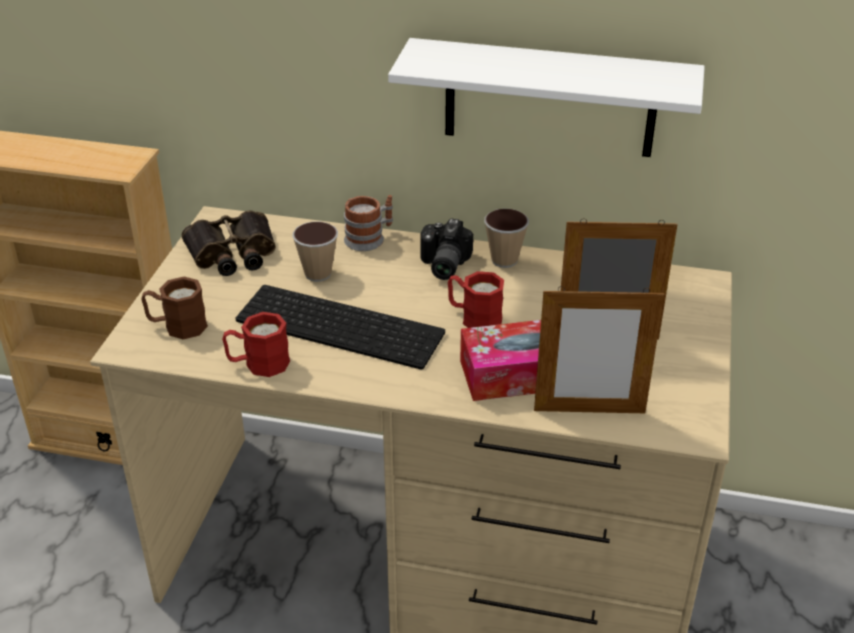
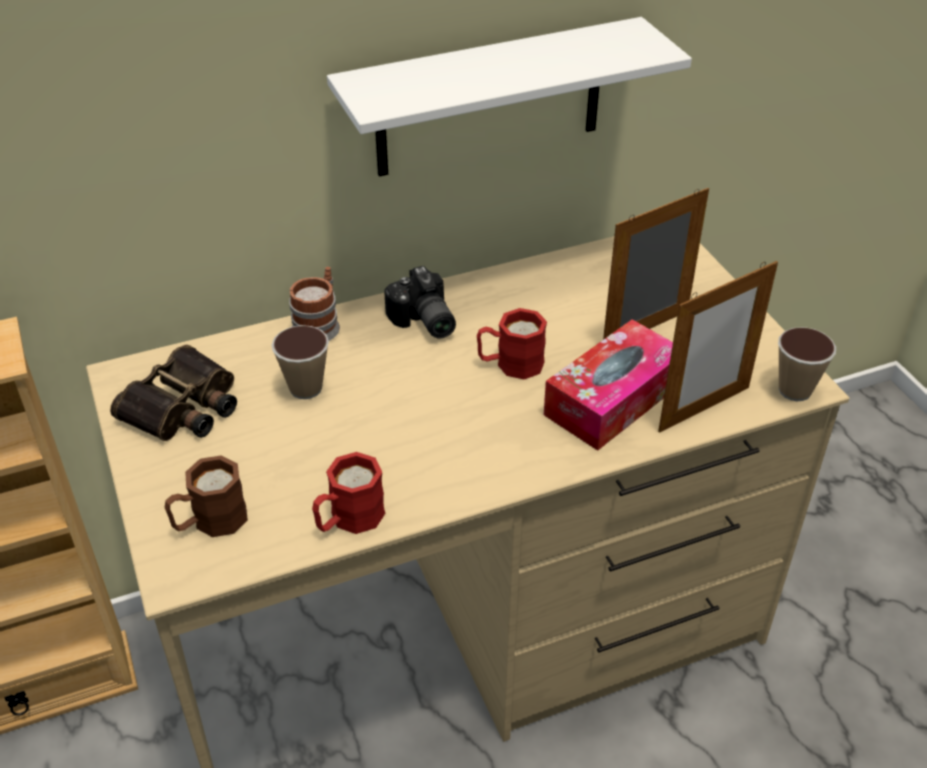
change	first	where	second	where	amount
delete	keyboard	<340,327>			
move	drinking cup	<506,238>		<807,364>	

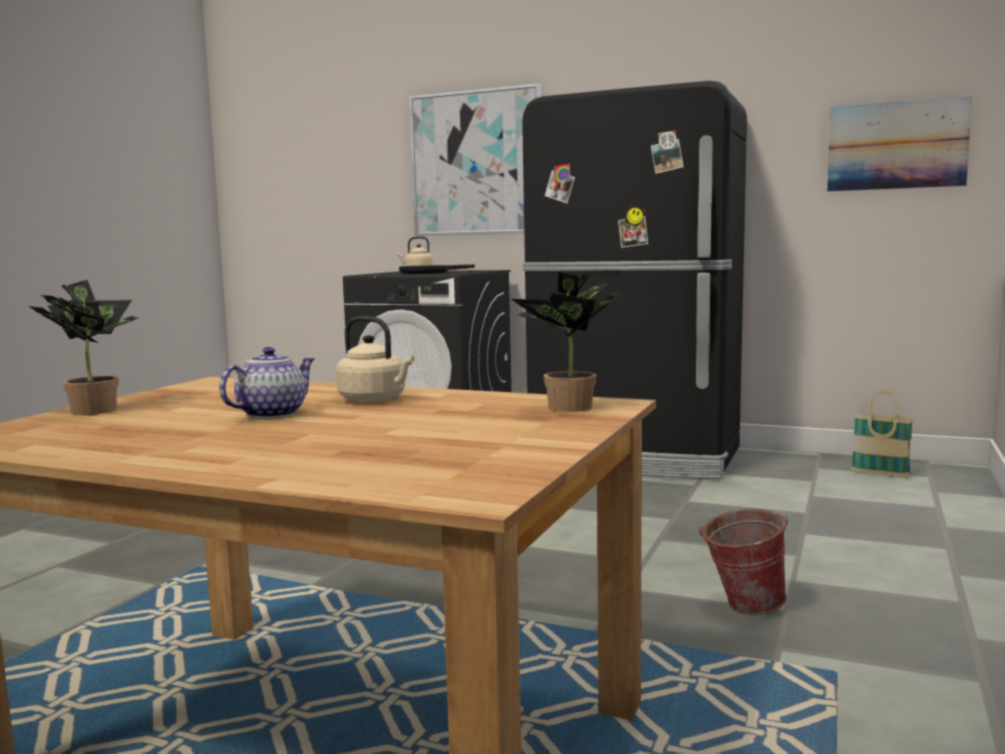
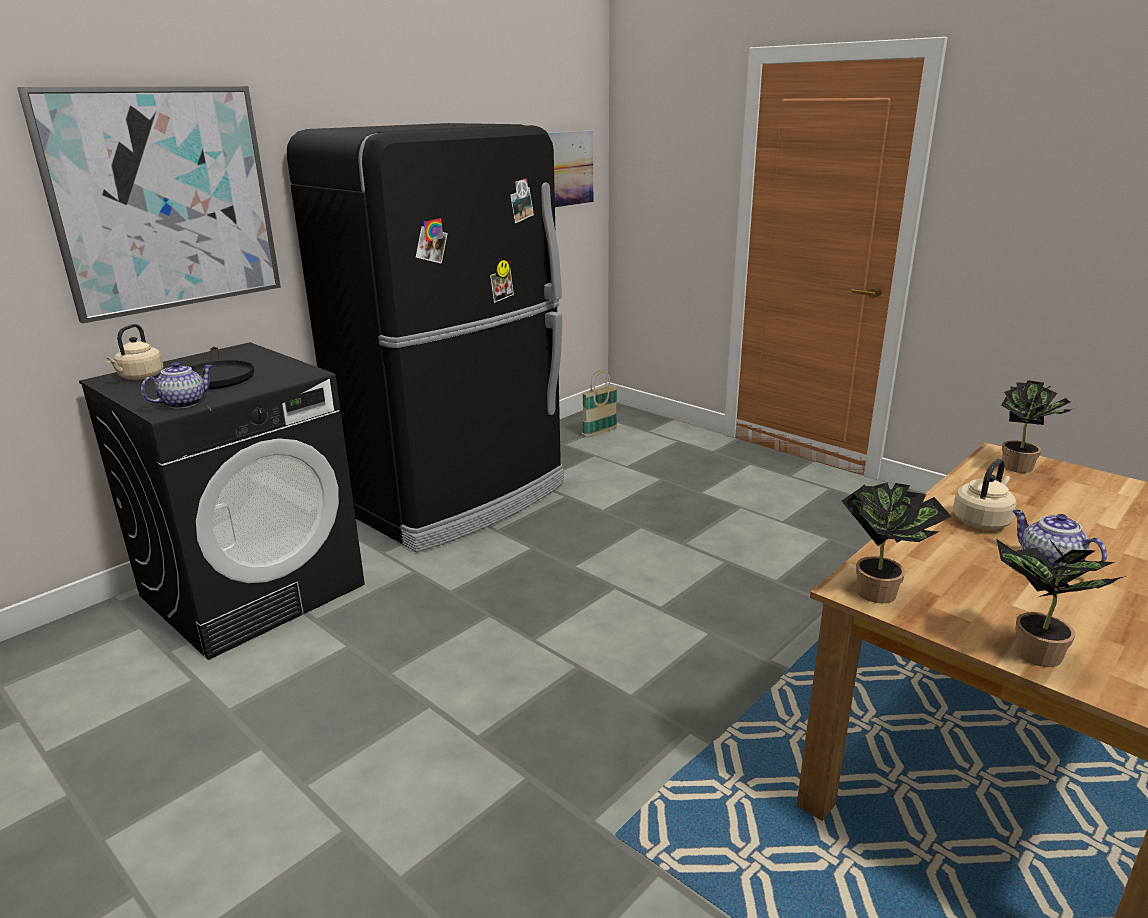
change	first	where	second	where	amount
delete	pail	<743,562>			
insert			teapot	<177,385>	
insert			houseplant	<896,542>	

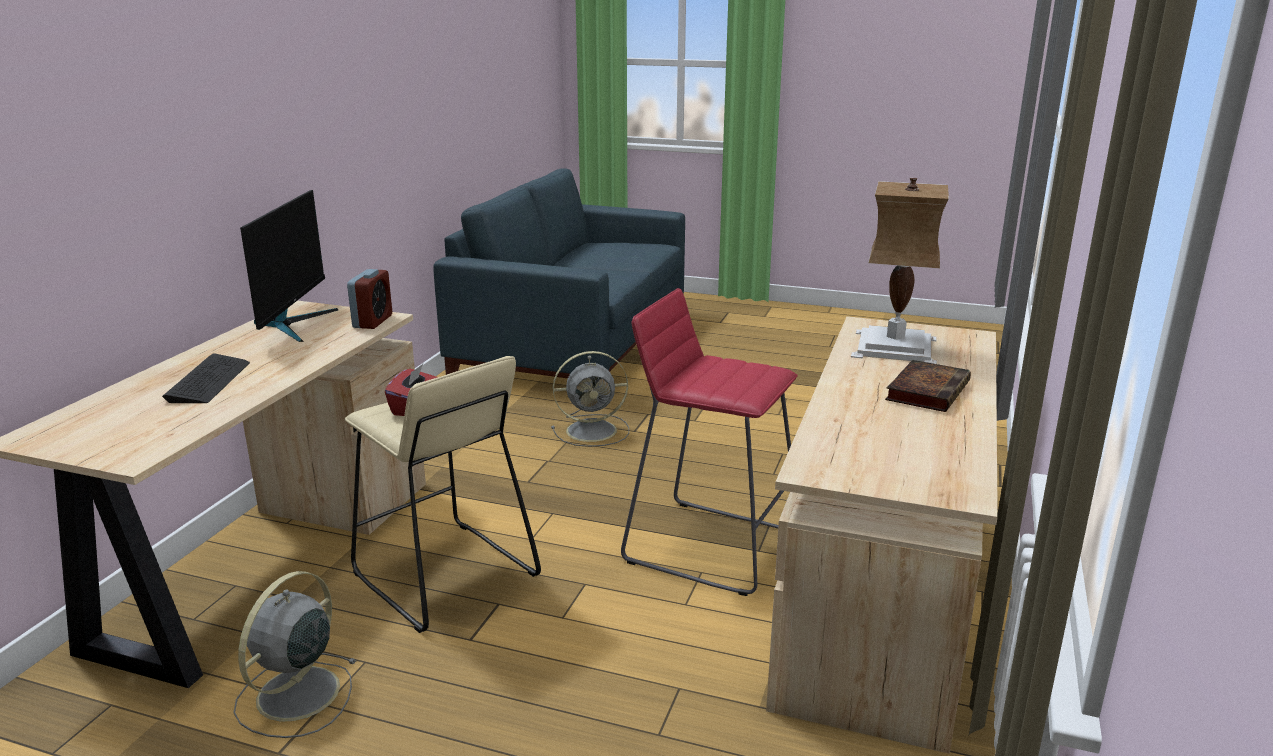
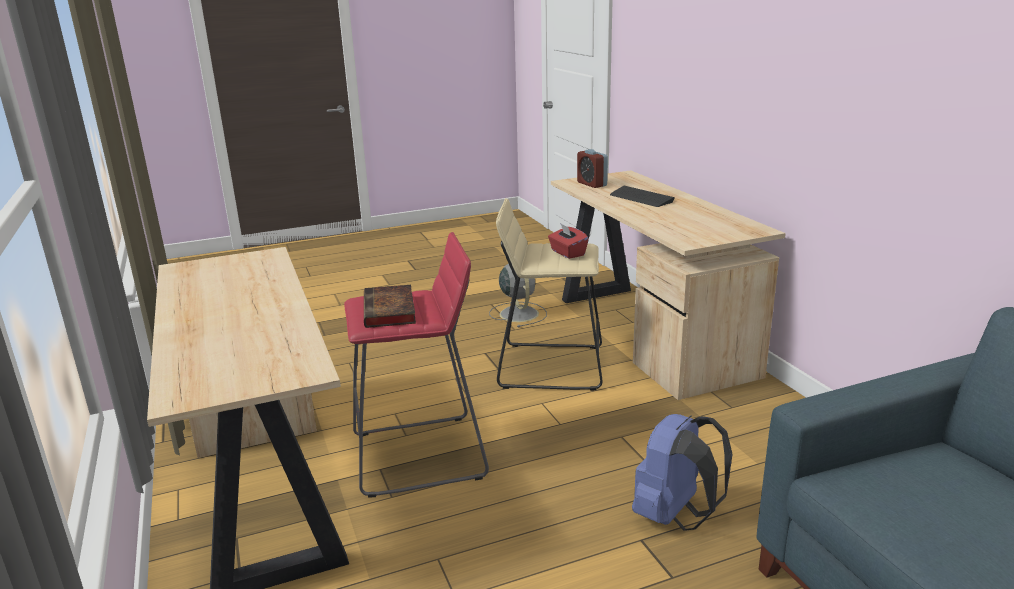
change	first	where	second	where	amount
delete	computer screen	<289,266>			
delete	table lamp	<900,271>			
move	table clock	<369,299>		<592,168>	
move	bound book	<928,386>		<390,306>	
replace	greyish fan	<590,399>	blue rucksack	<682,472>	

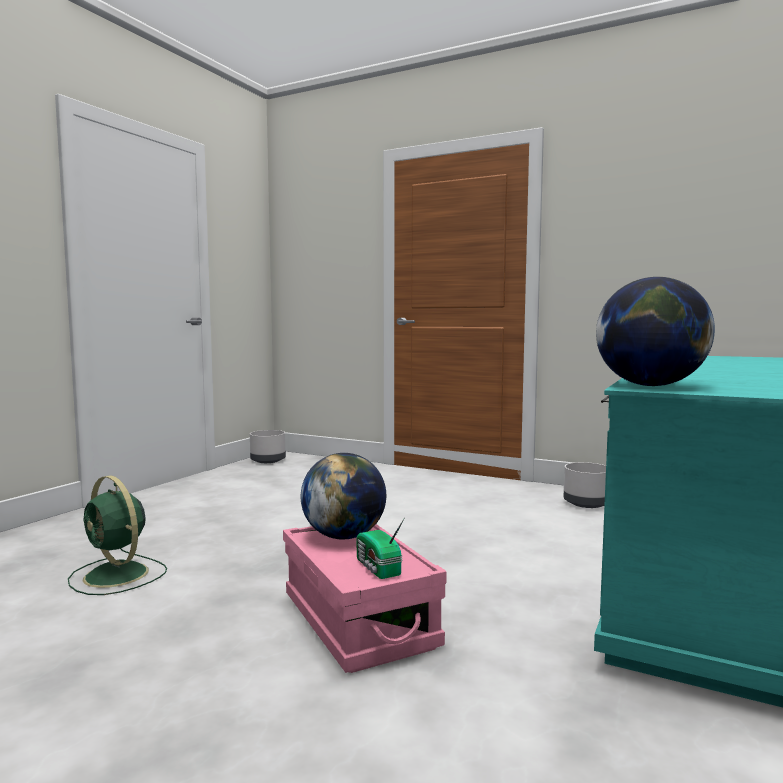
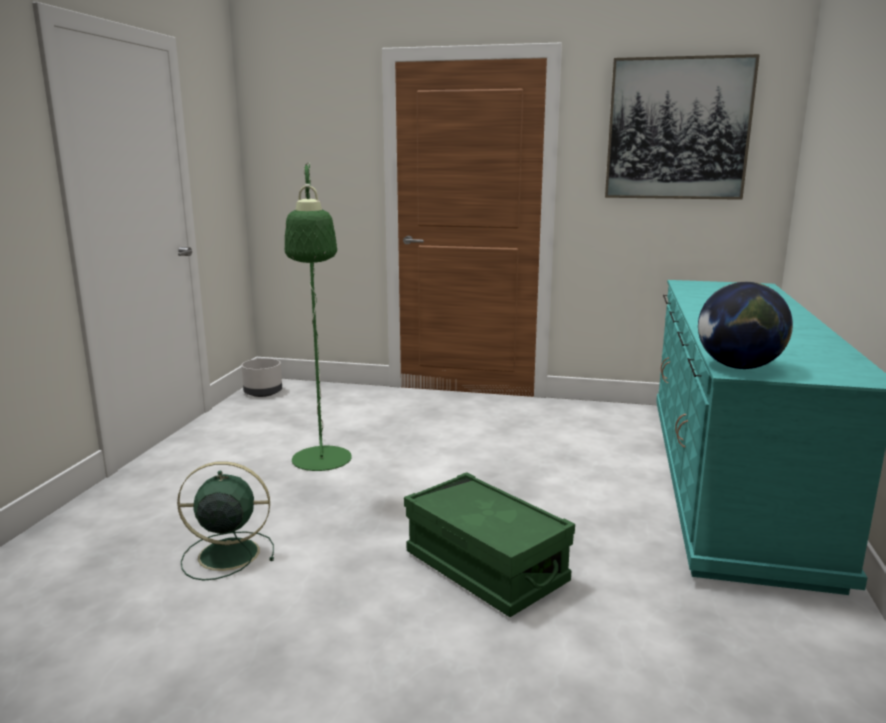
change	first	where	second	where	amount
delete	globe	<343,496>			
delete	radio receiver	<380,548>			
delete	greyish plant pot	<585,485>			
insert			green standard lamp	<318,316>	
insert			picture	<682,127>	
recolor	pink-coloured storage container	<365,598>	green storage container	<489,544>	
rotate	green fan	<117,535>		<225,520>	150 degrees clockwise

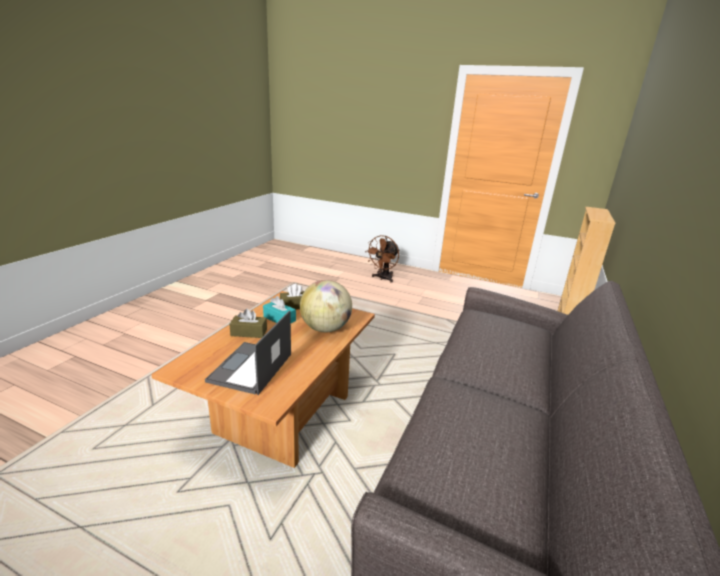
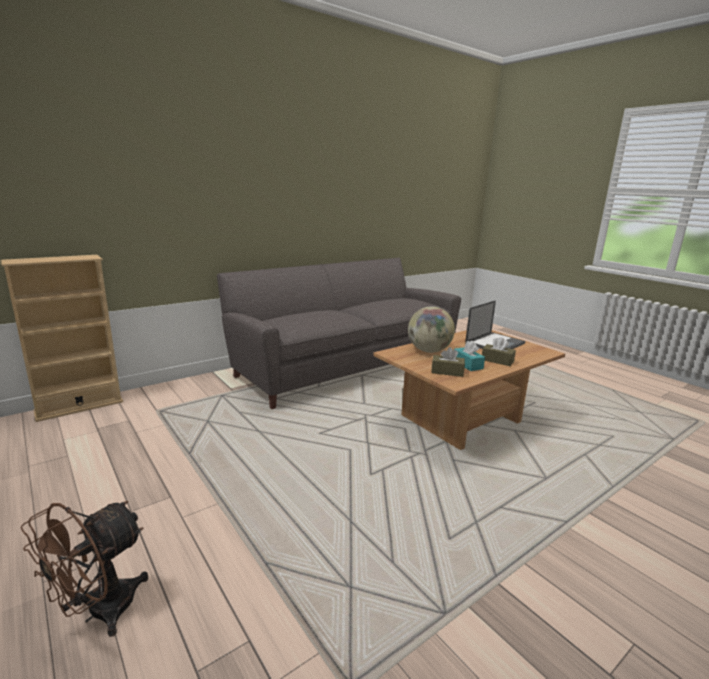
change	first	where	second	where	amount
rotate	brownish fan	<382,259>		<84,569>	150 degrees clockwise

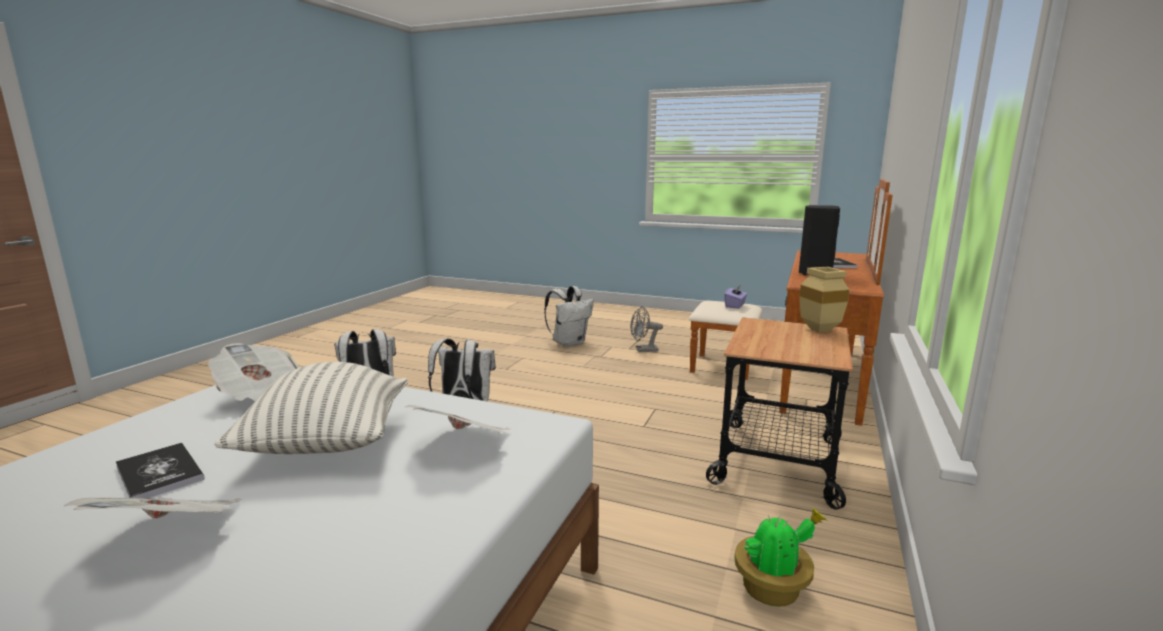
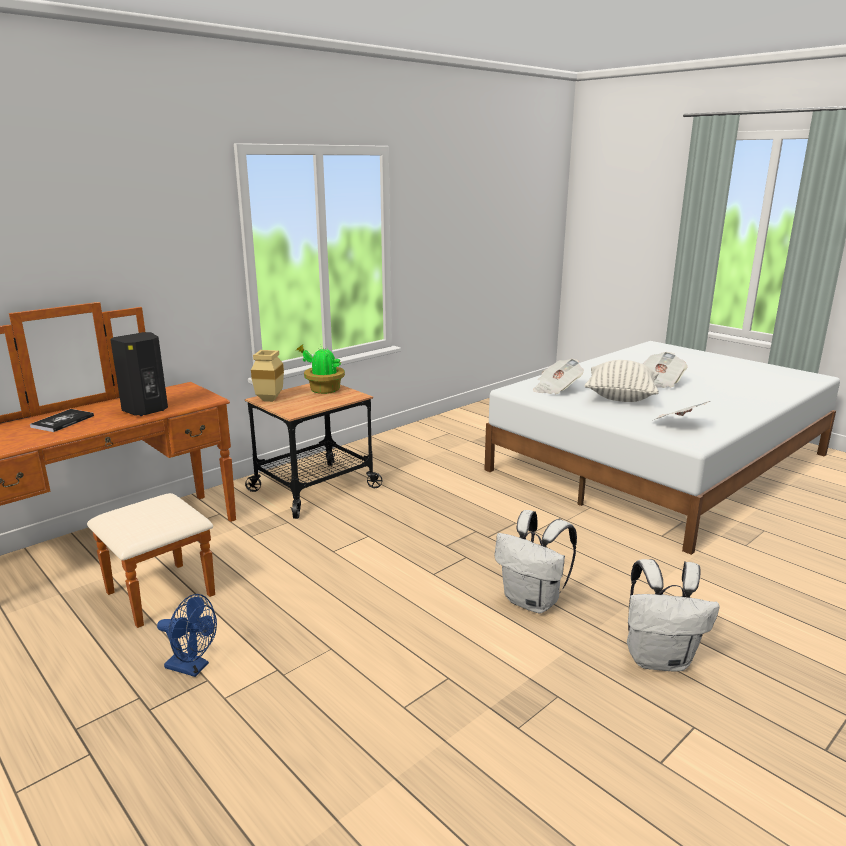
change	first	where	second	where	amount
delete	bound book	<160,470>			
delete	white-coloured rucksack	<569,316>			
delete	purplish tissue holder	<735,296>			
move	houseplant	<780,557>		<320,369>	
recolor	greyish fan	<647,329>	blue fan	<187,635>	

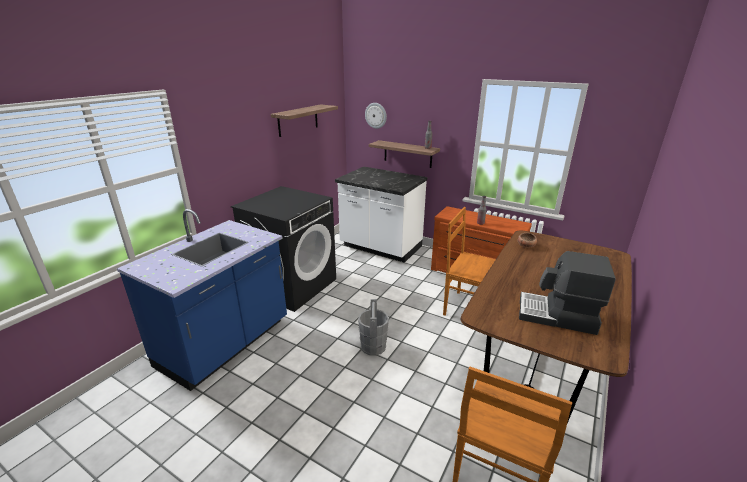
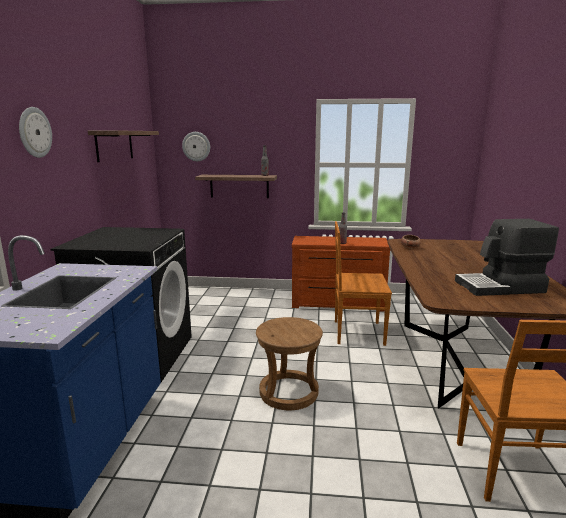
change	first	where	second	where	amount
delete	white-coloured kitchen counter	<381,215>			
insert			clock on the wall	<35,132>	
replace	greyish pail	<373,327>	brownish sitting stool	<289,363>	

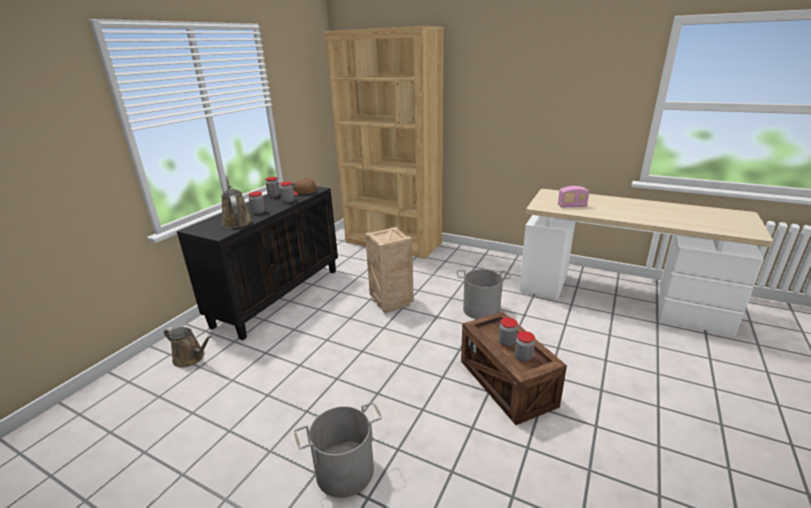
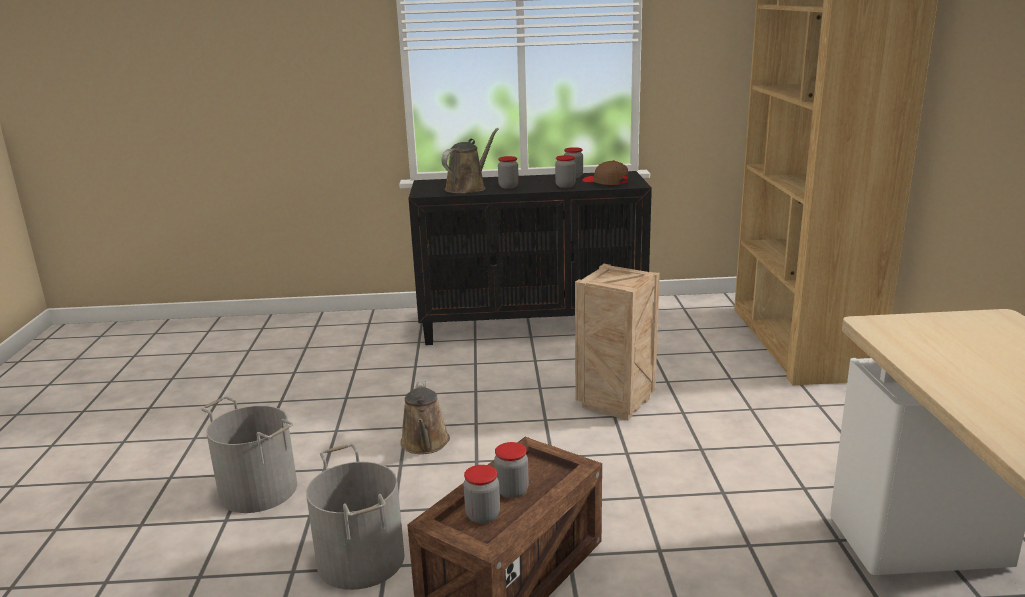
change	first	where	second	where	amount
delete	radio receiver	<573,197>			
move	brownish watering pot	<188,347>		<425,418>	
move	greyish pail	<484,294>		<355,517>	

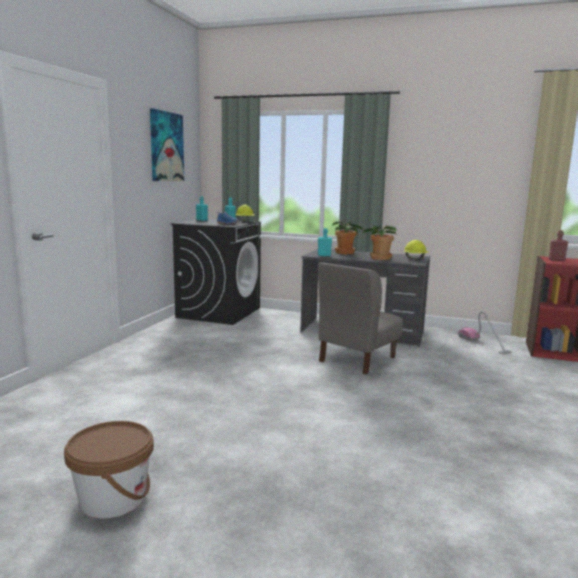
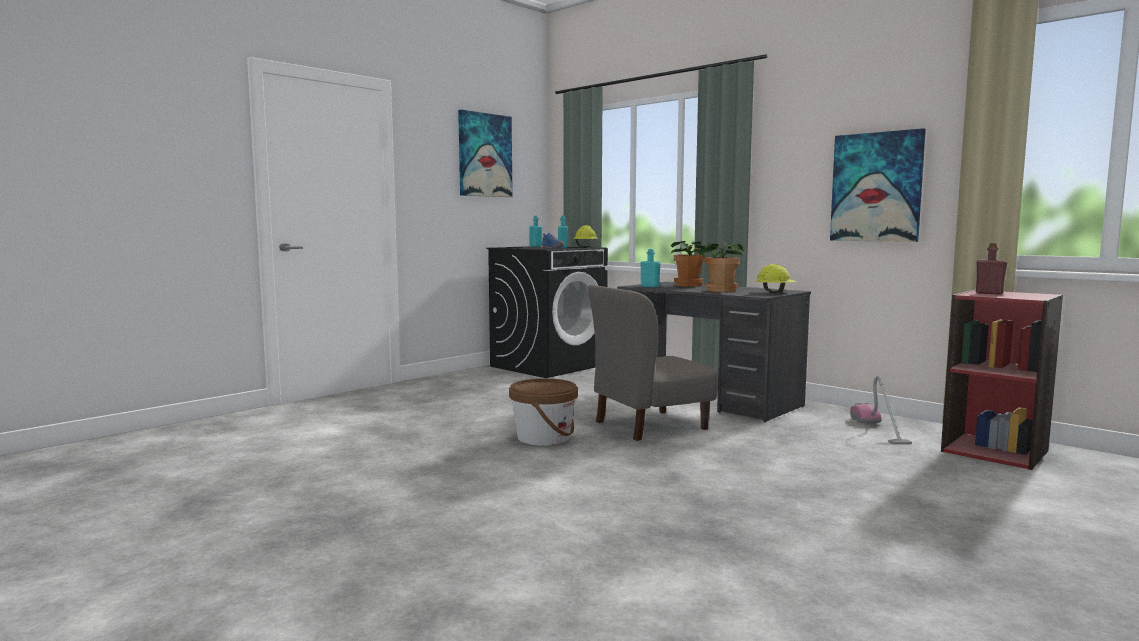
change	first	where	second	where	amount
insert			picture	<878,185>	
move	brownish pail	<109,470>		<543,412>	

